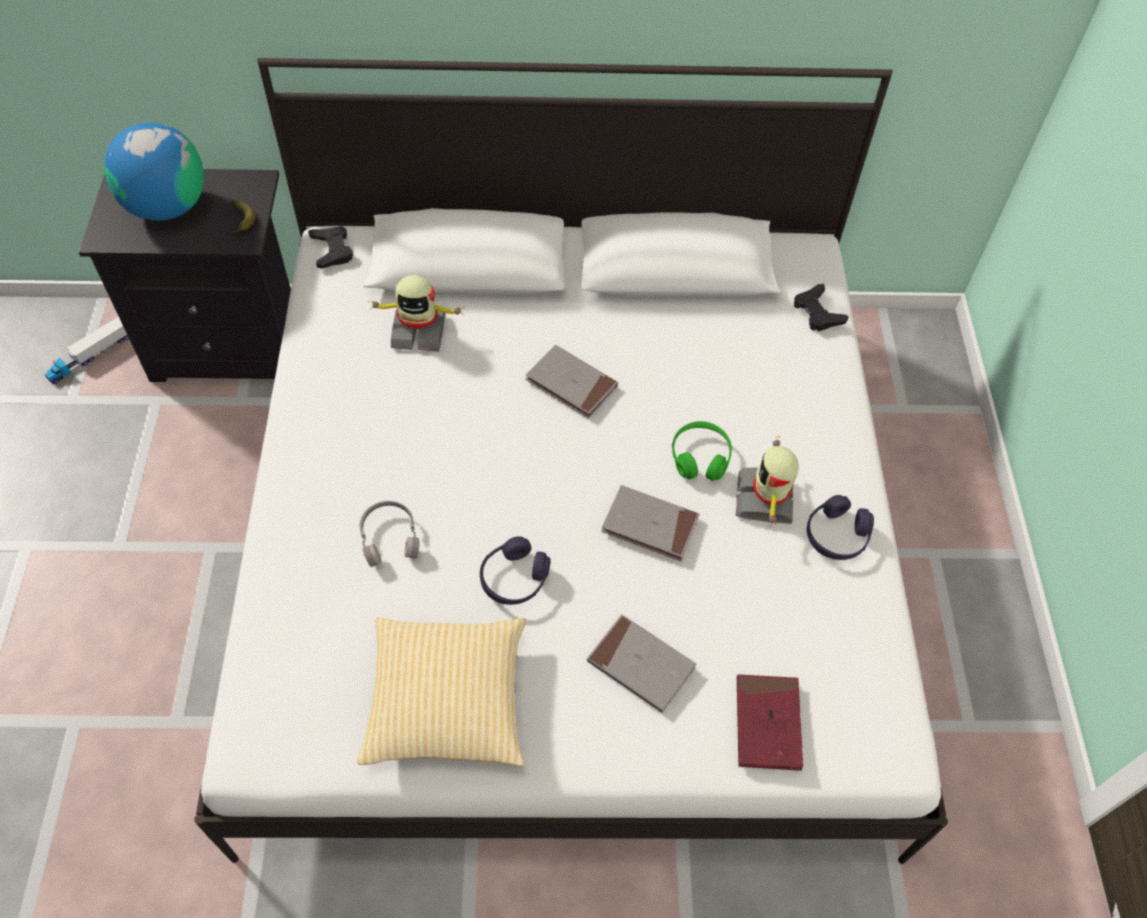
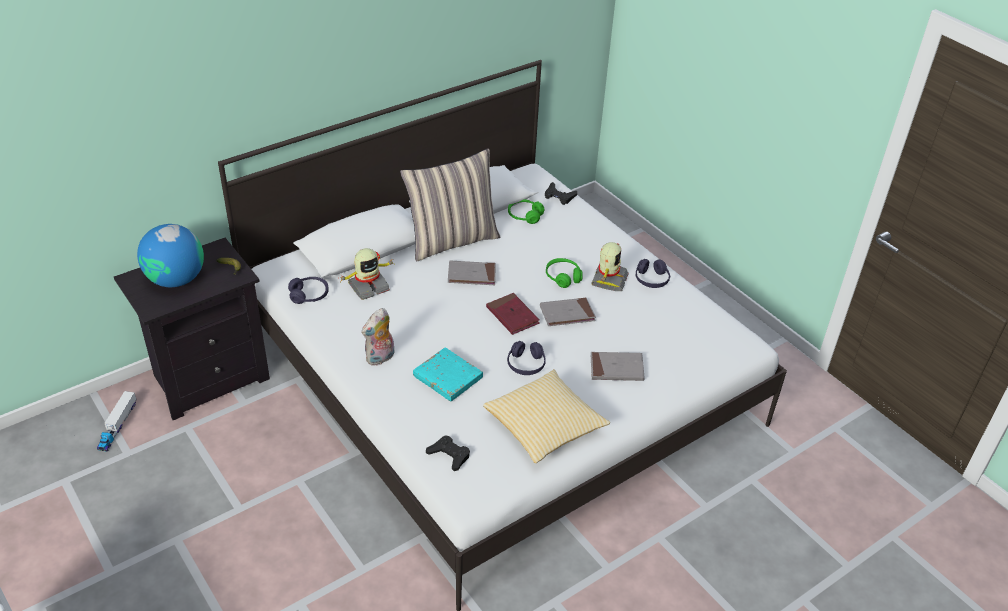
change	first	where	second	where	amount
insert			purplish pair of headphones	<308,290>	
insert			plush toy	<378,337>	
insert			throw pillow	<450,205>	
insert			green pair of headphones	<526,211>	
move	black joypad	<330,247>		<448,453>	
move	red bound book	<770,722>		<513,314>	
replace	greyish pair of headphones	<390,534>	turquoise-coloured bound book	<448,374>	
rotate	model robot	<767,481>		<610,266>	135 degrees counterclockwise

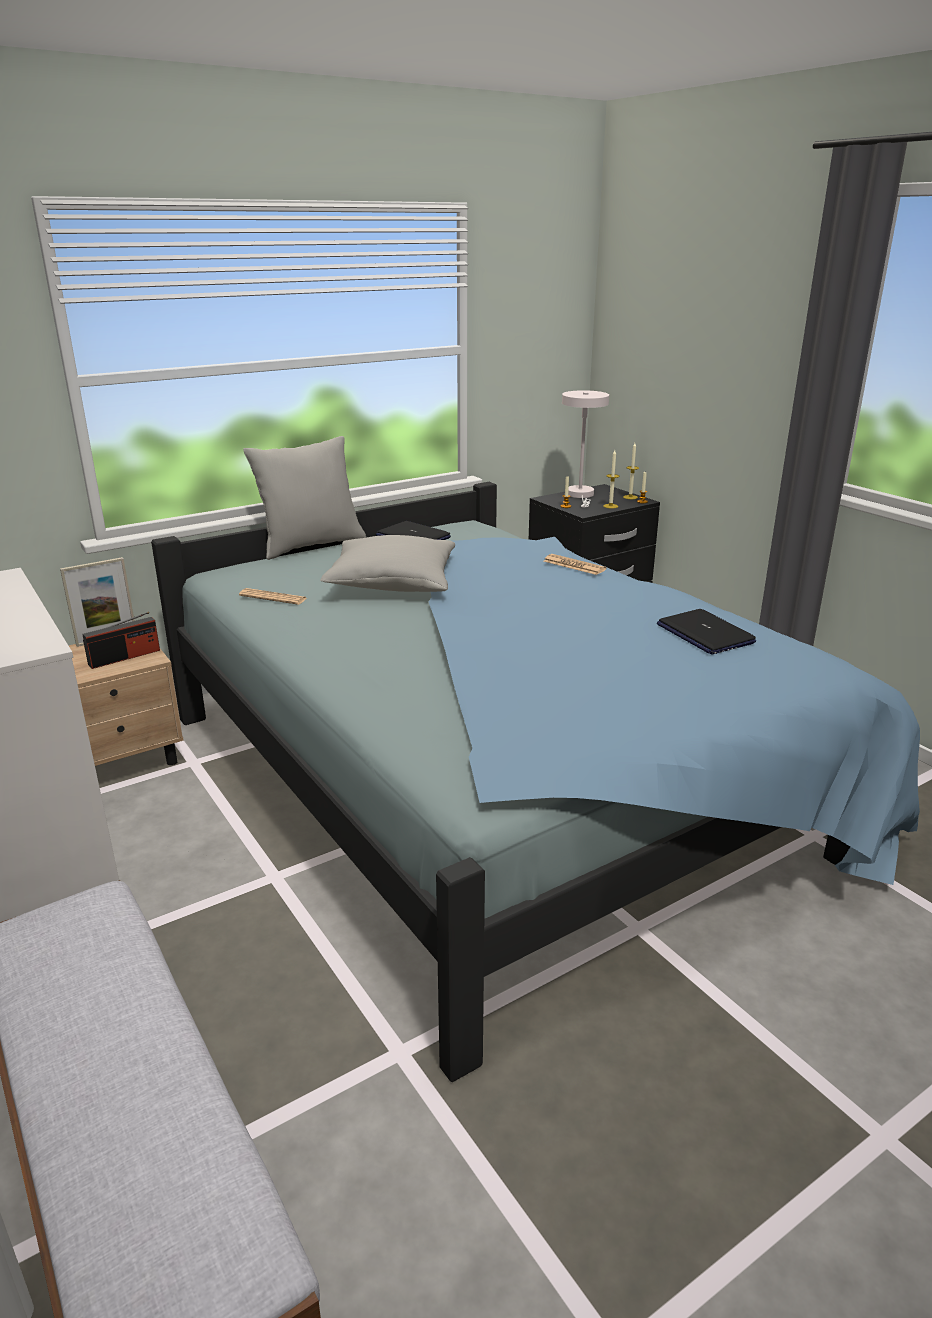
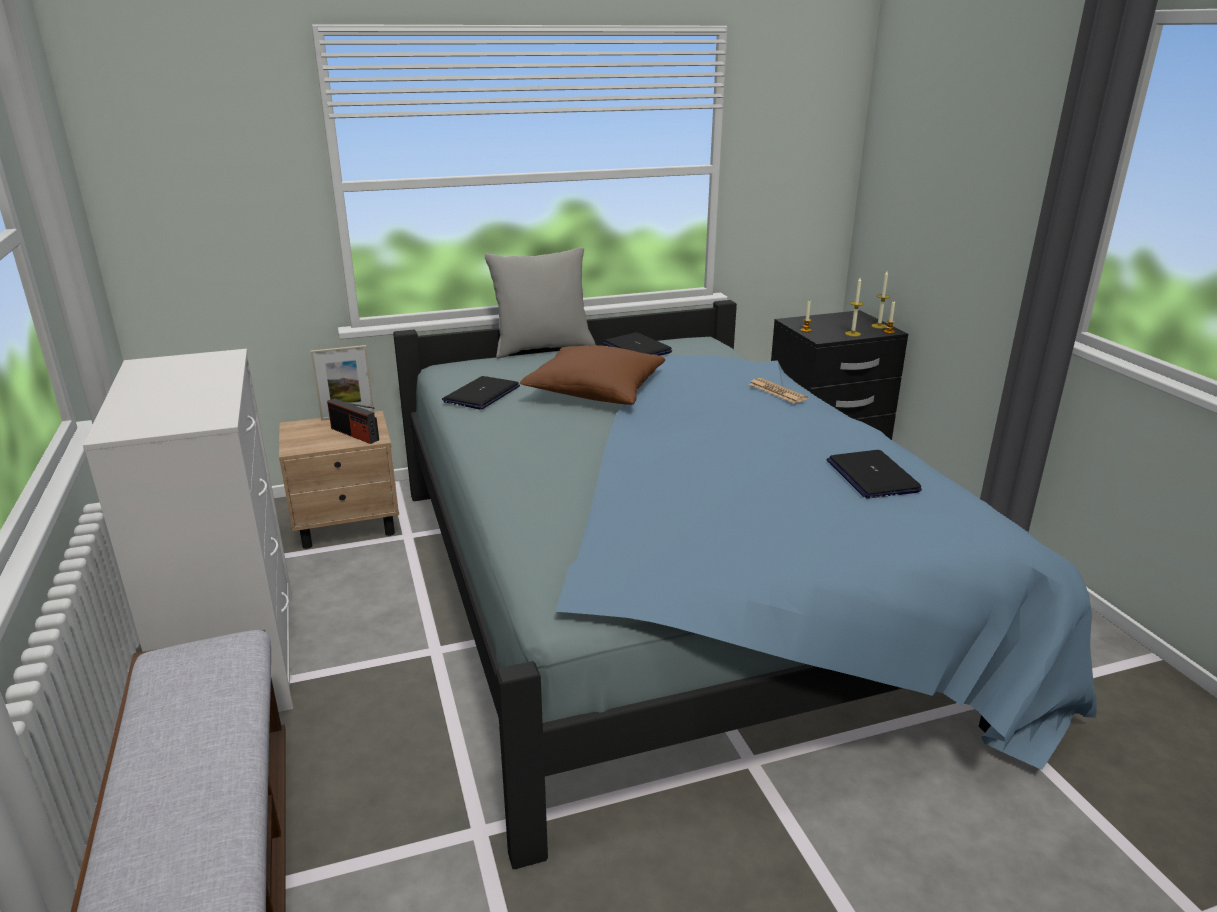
change	first	where	second	where	amount
delete	white-coloured table lamp	<585,448>			
replace	newspaper	<273,596>	laptop	<481,393>	
recolor	greyish throw pillow	<387,563>	brownish throw pillow	<592,375>	
rotate	radio receiver	<121,640>		<353,421>	60 degrees clockwise

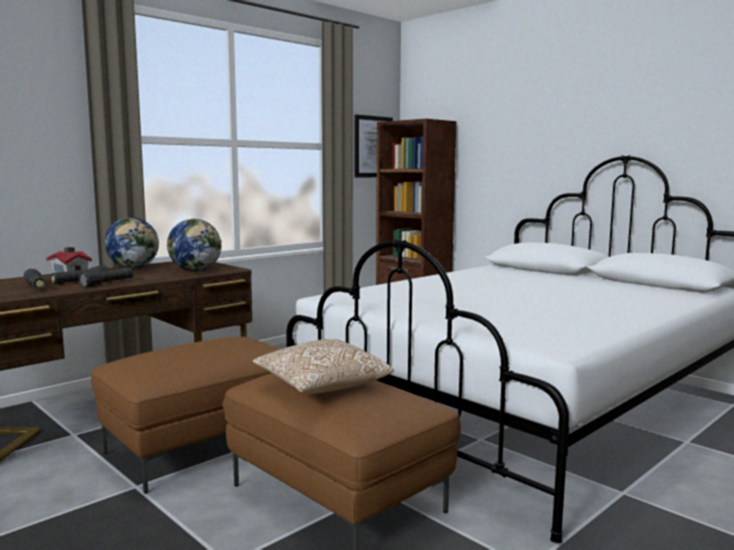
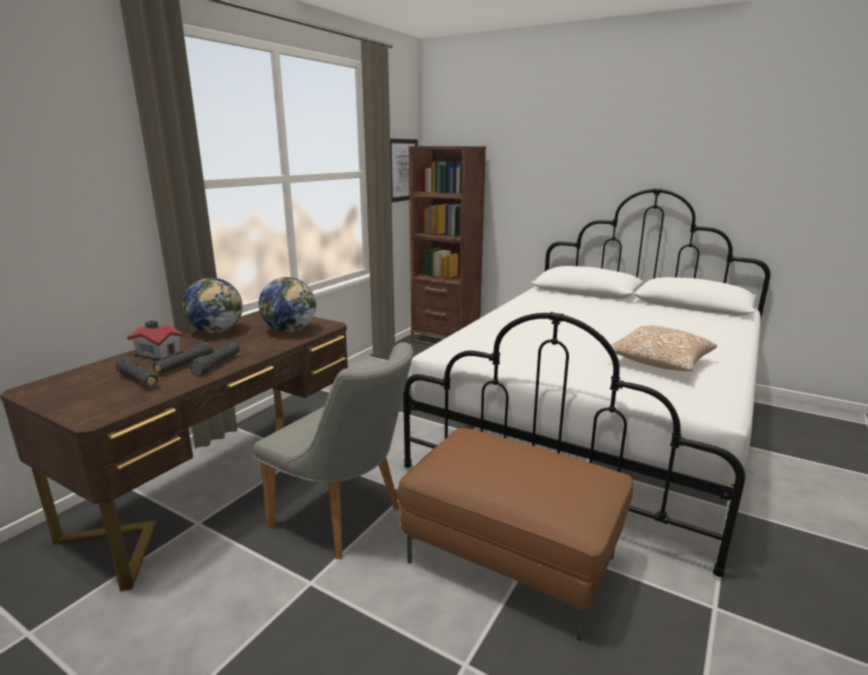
change	first	where	second	where	amount
move	throw pillow	<323,366>		<664,348>	
replace	brownish footrest	<185,415>	greyish plain chair	<333,450>	

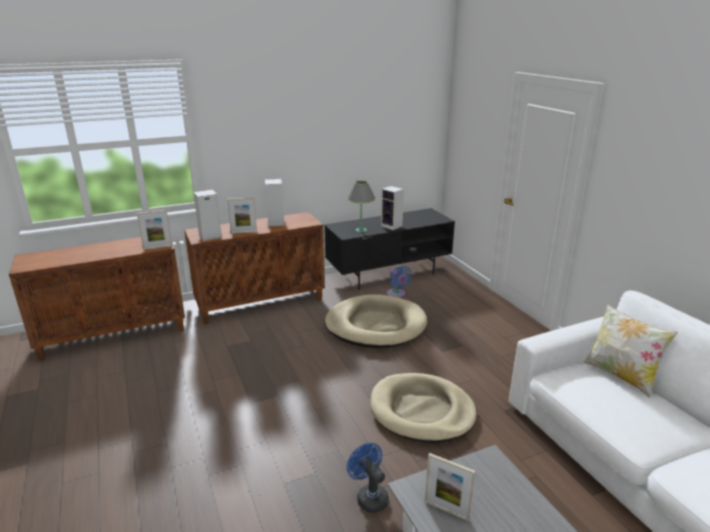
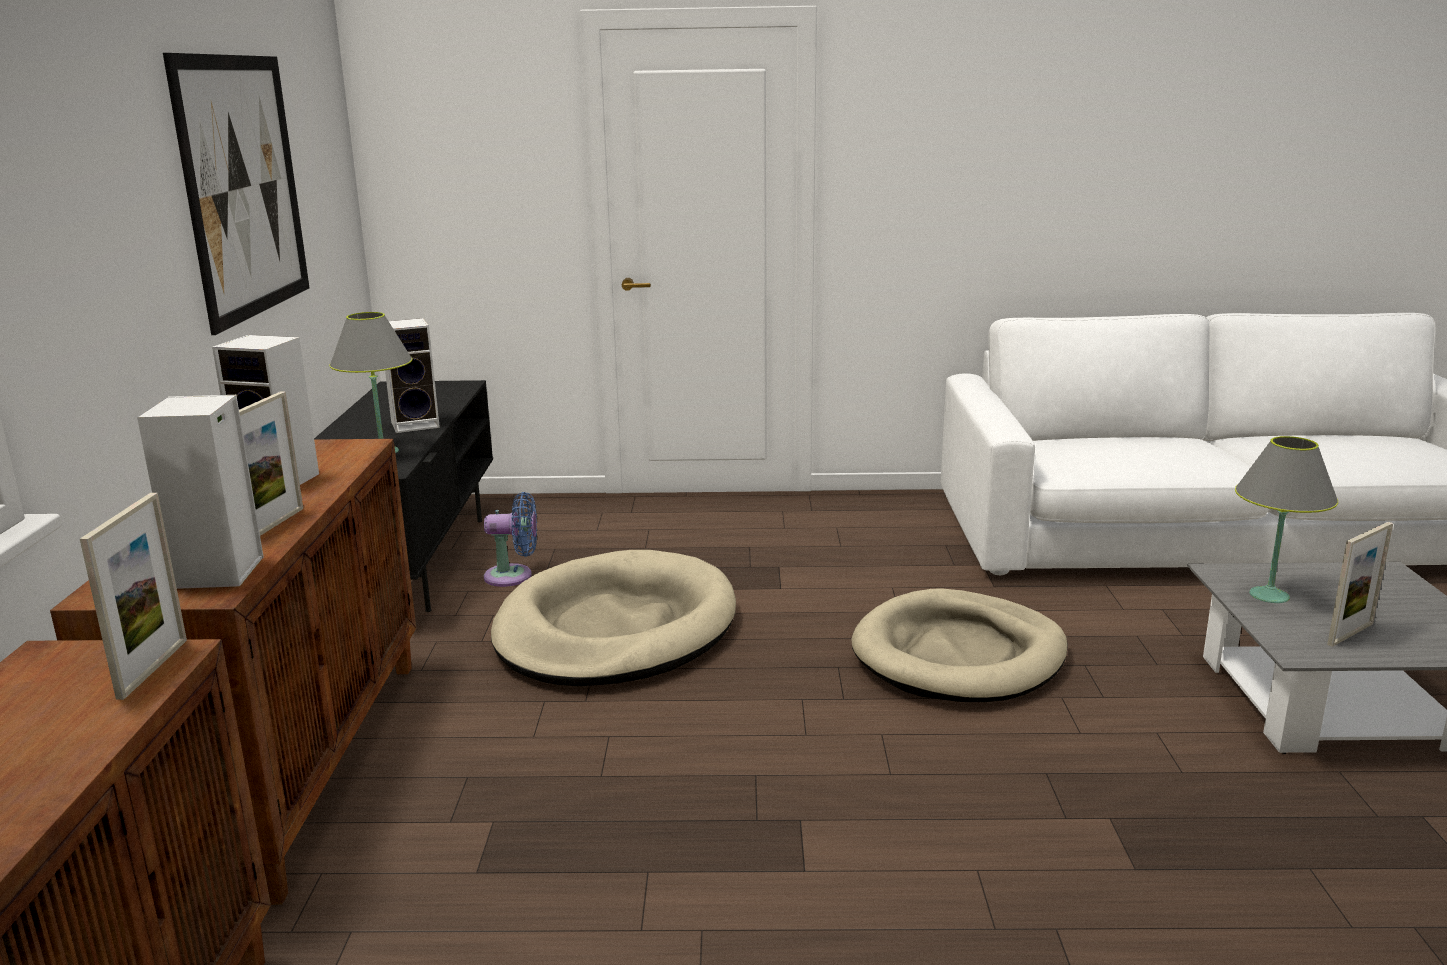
change	first	where	second	where	amount
delete	blue fan	<368,478>			
delete	throw pillow	<630,350>			
insert			picture	<236,194>	
insert			greyish table lamp	<1286,519>	

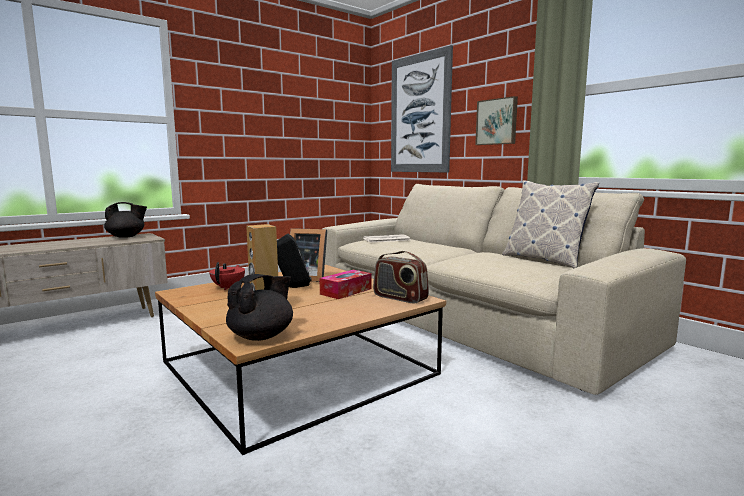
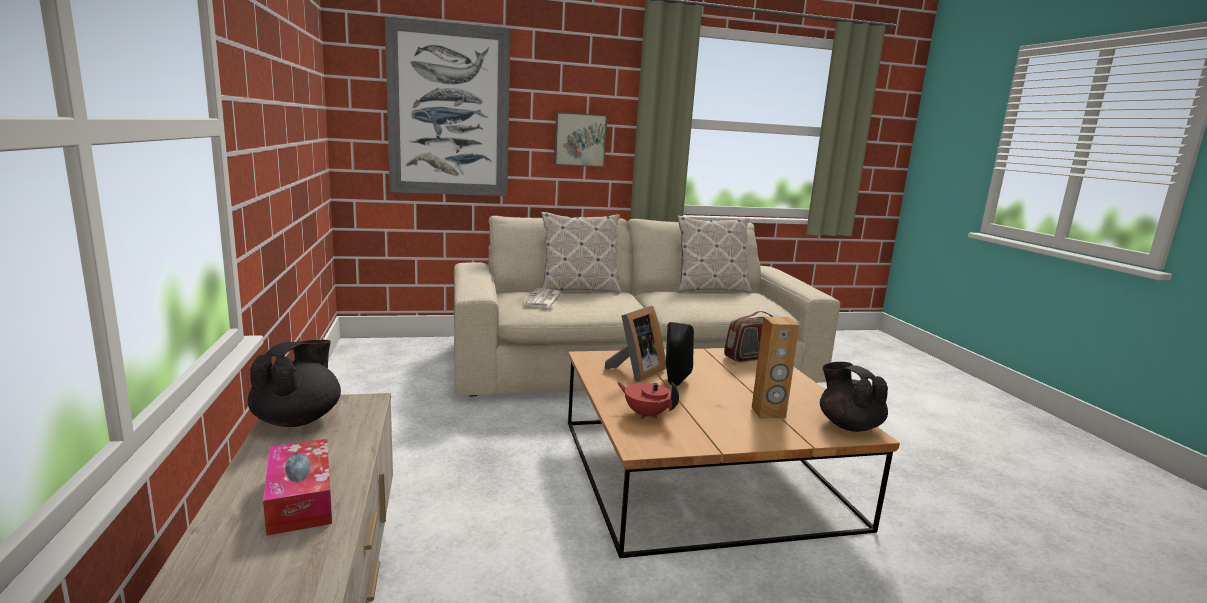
change	first	where	second	where	amount
insert			throw pillow	<581,253>	
move	tissue holder	<346,284>		<297,487>	

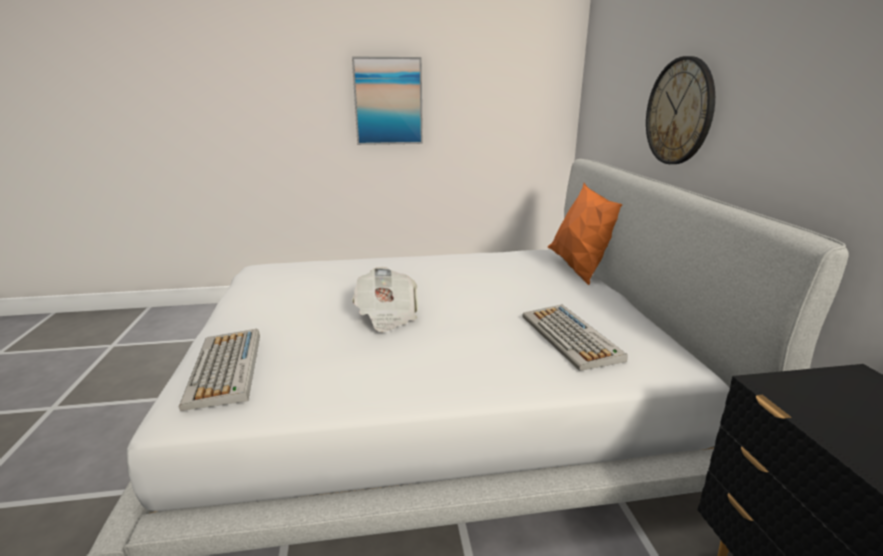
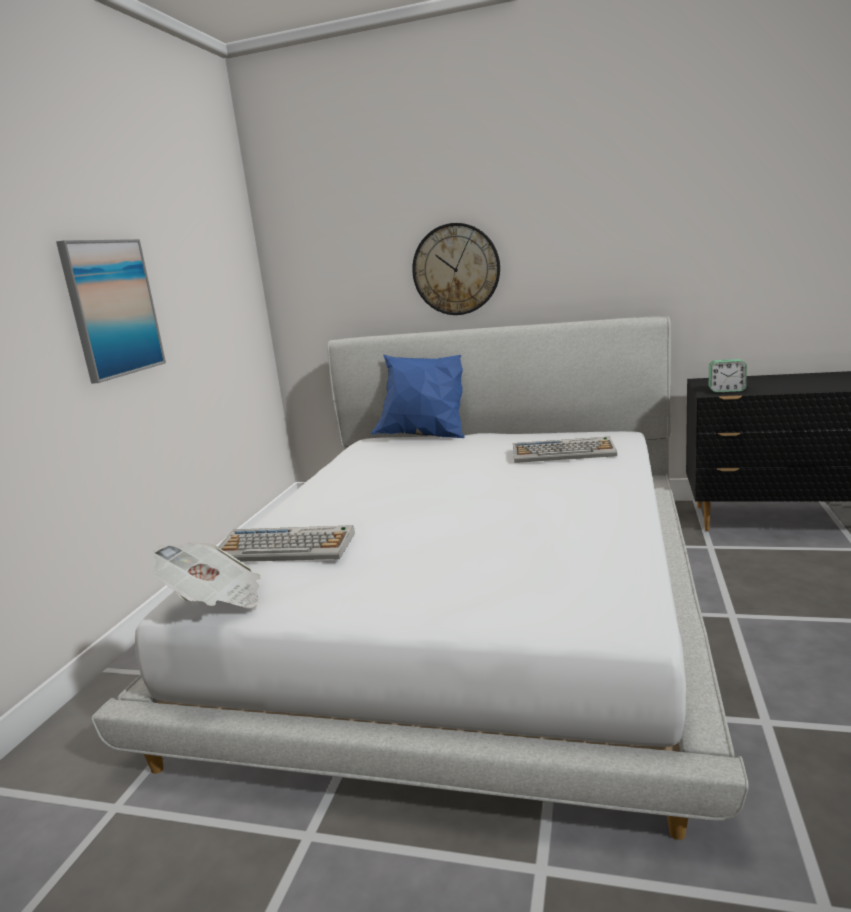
change	first	where	second	where	amount
insert			table clock	<728,375>	
move	keyboard	<219,370>		<286,543>	
move	newspaper	<385,299>		<207,575>	
recolor	orangey throw pillow	<585,234>	blue throw pillow	<417,396>	

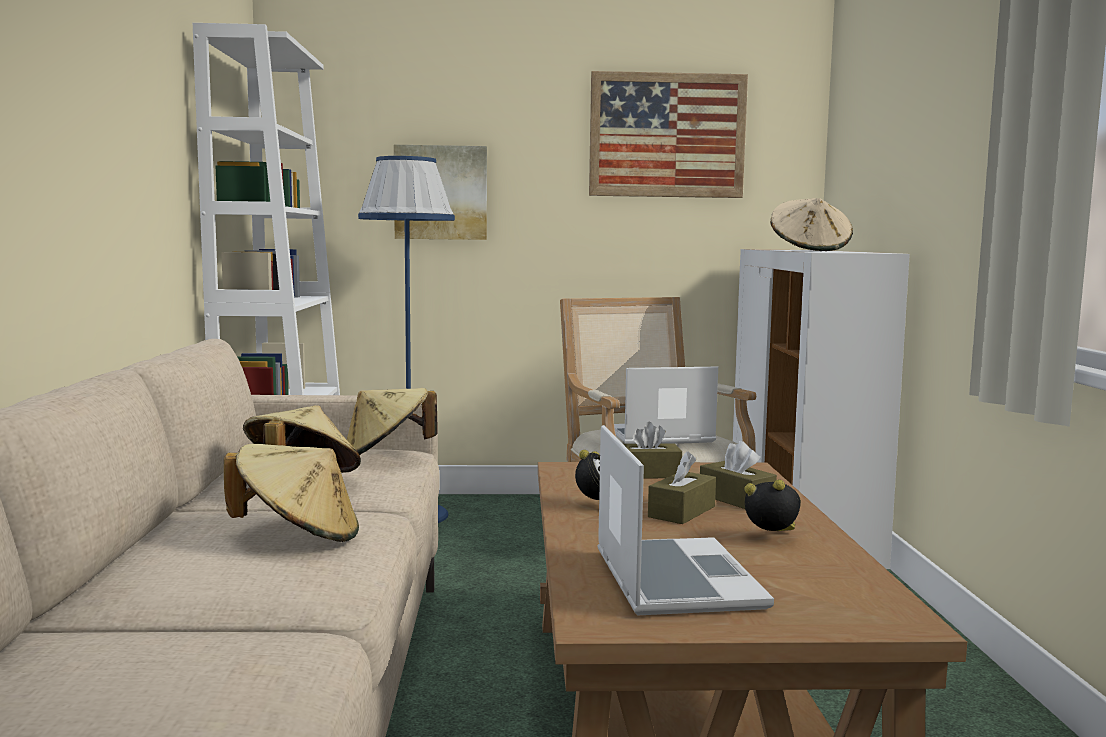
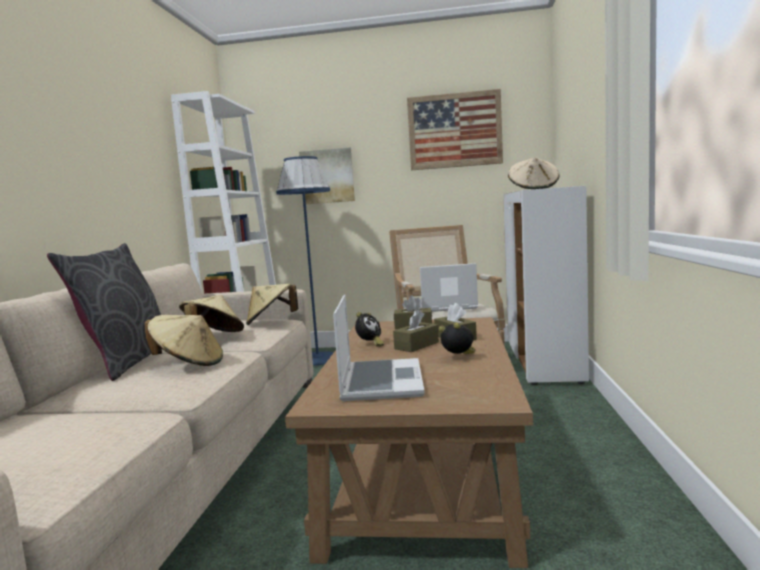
change	first	where	second	where	amount
insert			greyish throw pillow	<104,312>	

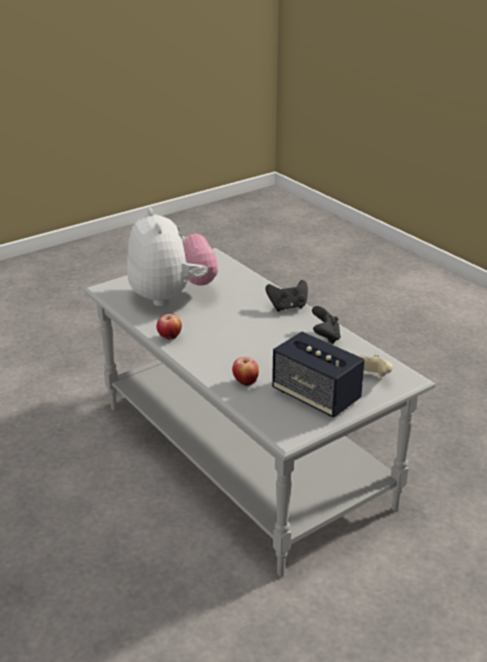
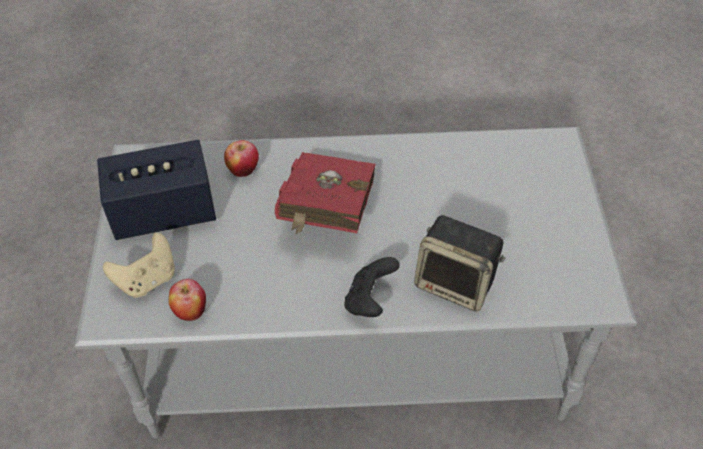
change	first	where	second	where	amount
delete	plush toy	<172,257>			
delete	black joypad	<326,325>			
insert			red bound book	<325,193>	
insert			speaker	<459,263>	
move	apple	<169,327>		<187,300>	

